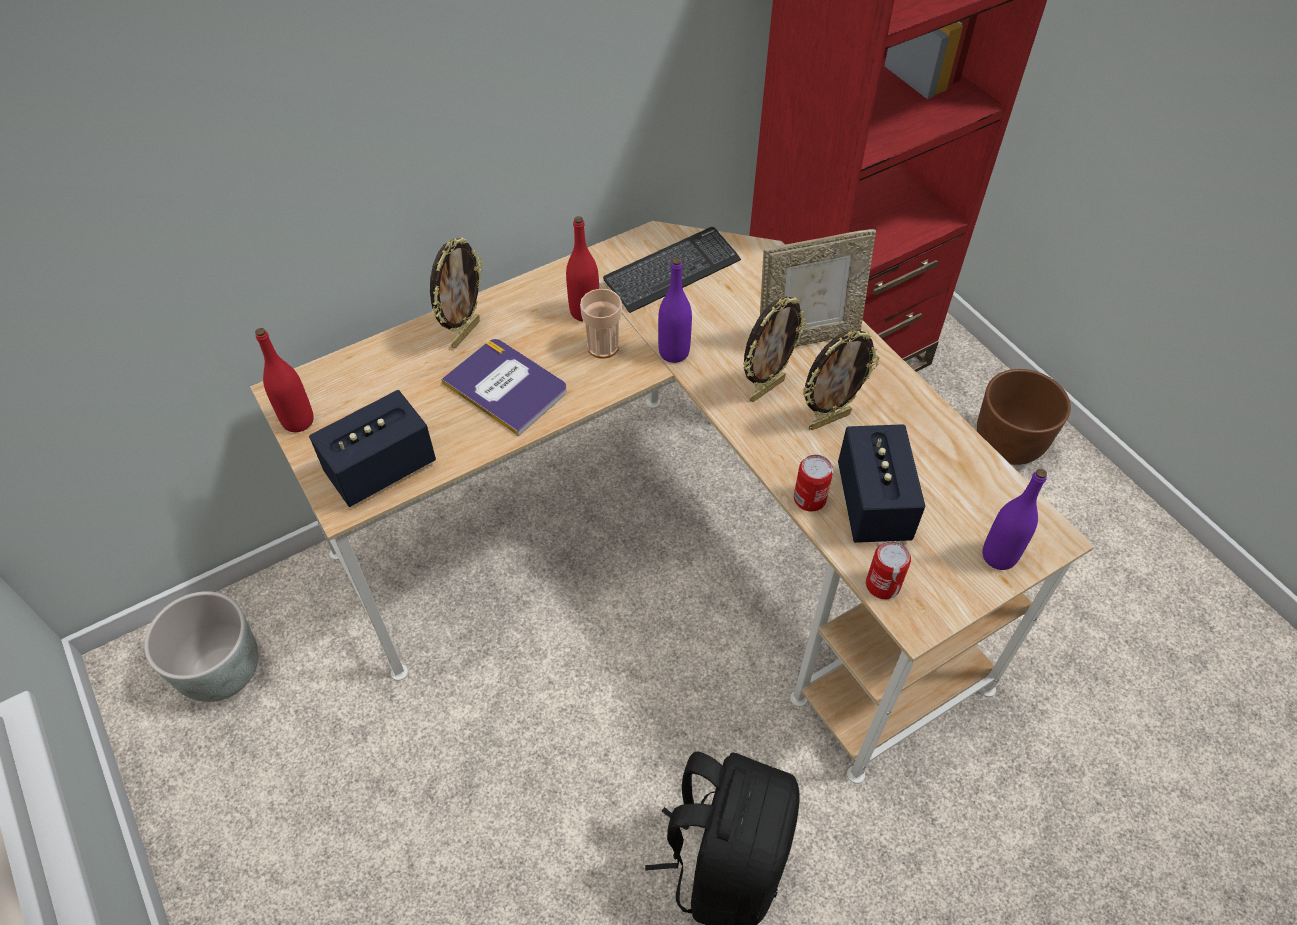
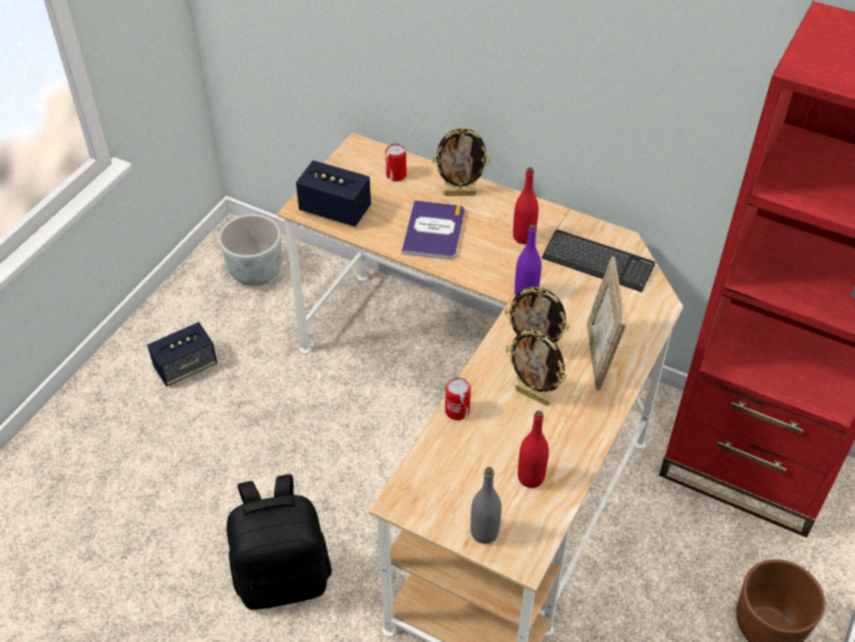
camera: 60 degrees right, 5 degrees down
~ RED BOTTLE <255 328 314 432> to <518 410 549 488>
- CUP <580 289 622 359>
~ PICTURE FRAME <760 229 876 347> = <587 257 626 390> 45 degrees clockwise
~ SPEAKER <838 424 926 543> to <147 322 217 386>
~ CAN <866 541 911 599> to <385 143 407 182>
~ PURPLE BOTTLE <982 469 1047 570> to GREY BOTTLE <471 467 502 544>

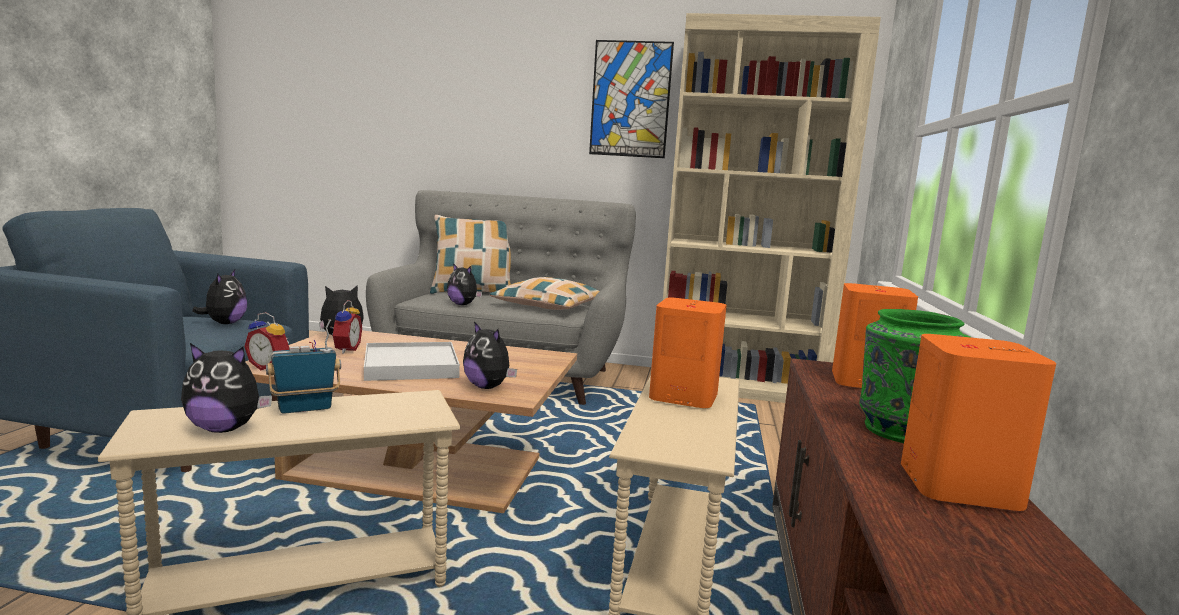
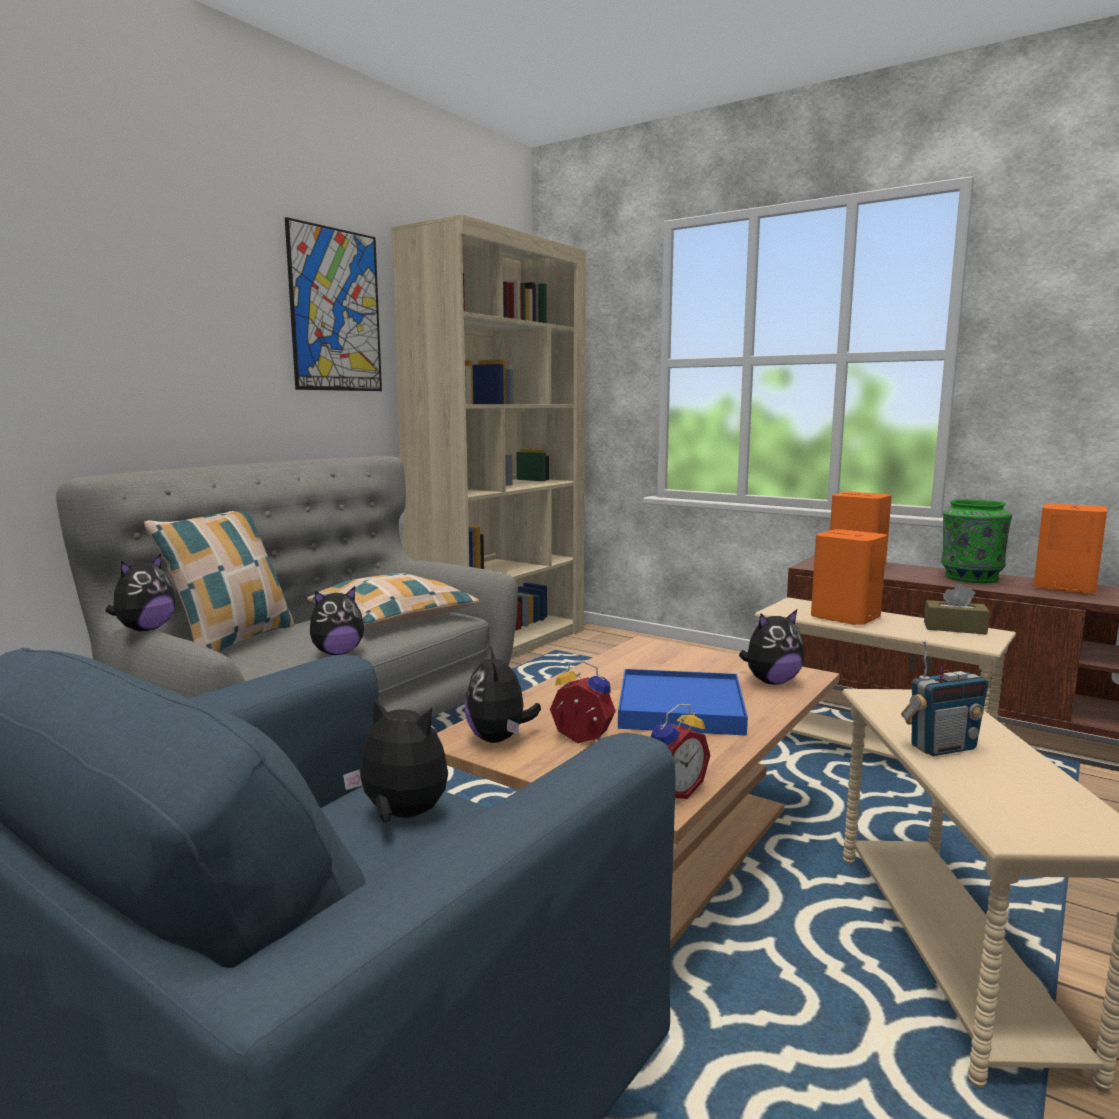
camera: 65 degrees left, 0 degrees up
~ PLUSH TOY <181 343 272 433> to <105 554 175 631>
~ RADIO <266 319 341 414> = <901 640 989 756> 105 degrees counterclockwise
~ WHITE TRAY <364 342 460 381> to BLUE TRAY <618 669 748 736>
+ BROWN TISSUE BOX <924 583 990 635>

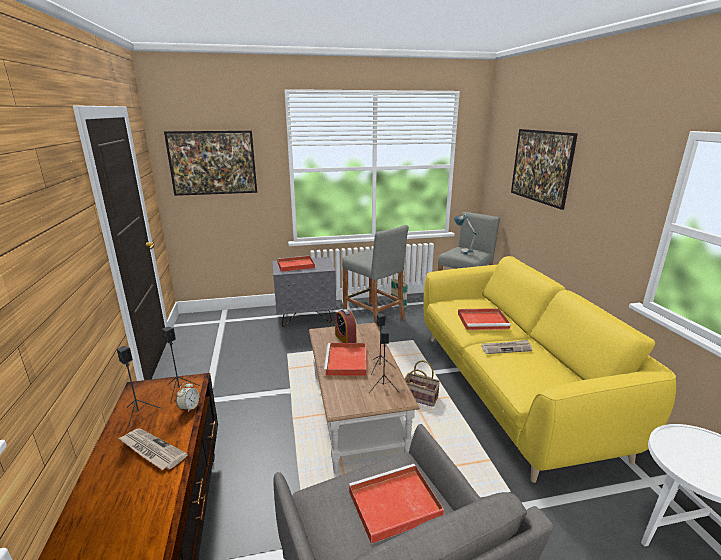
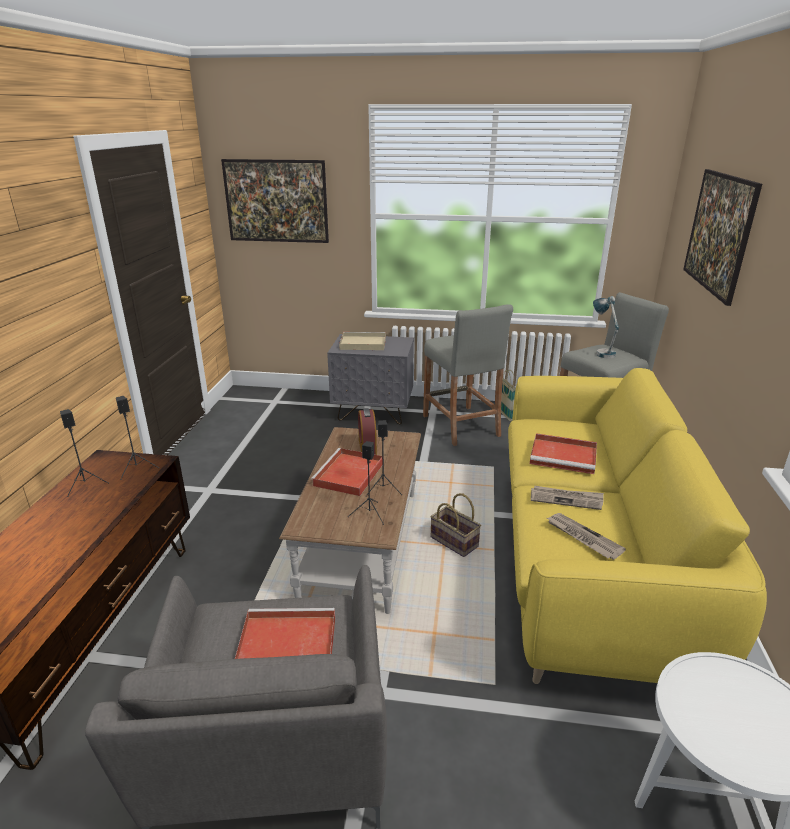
camera: 20 degrees right, 5 degrees up
~ NEWSPAPER <119 428 188 470> to <547 513 626 560>
- ALARM CLOCK <176 382 199 413>
~ RED TRAY <277 256 315 272> to BEIGE TRAY <339 332 386 350>

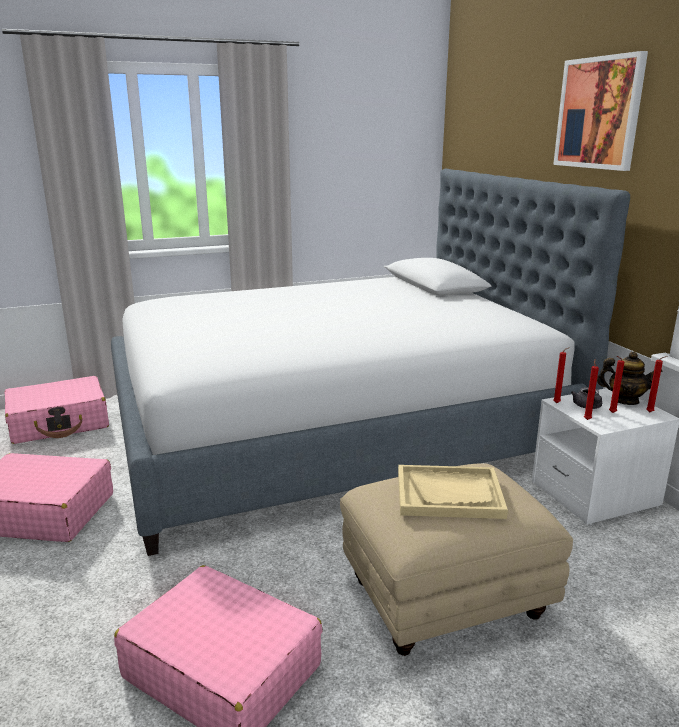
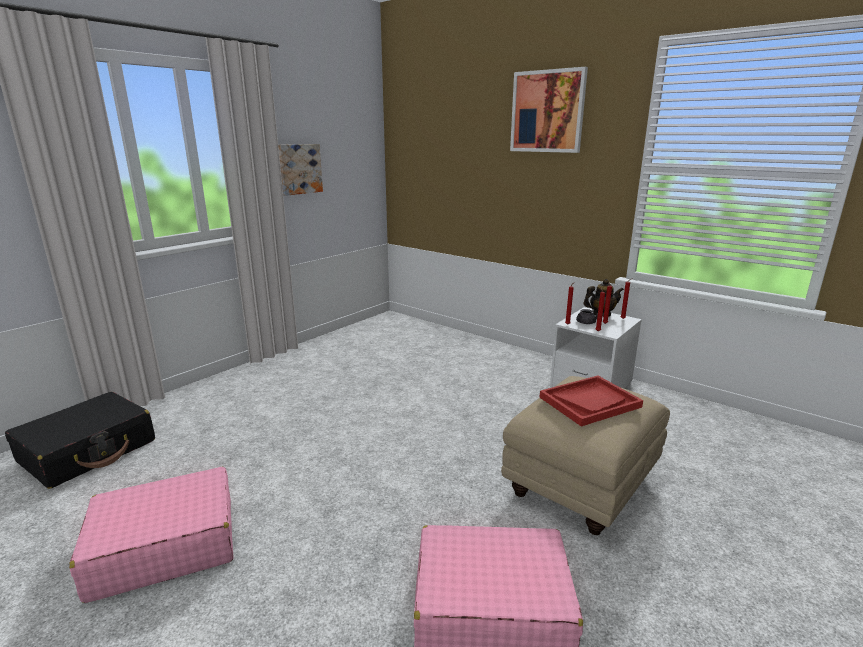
camera: 30 degrees left, 0 degrees up
~ PINK SUITCASE <4 376 109 444> to BLACK SUITCASE <5 392 155 489>
- BED <111 169 630 556>
~ BEIGE TRAY <398 465 508 519> to RED TRAY <539 376 643 426>
+ PICTURE <278 144 323 196>

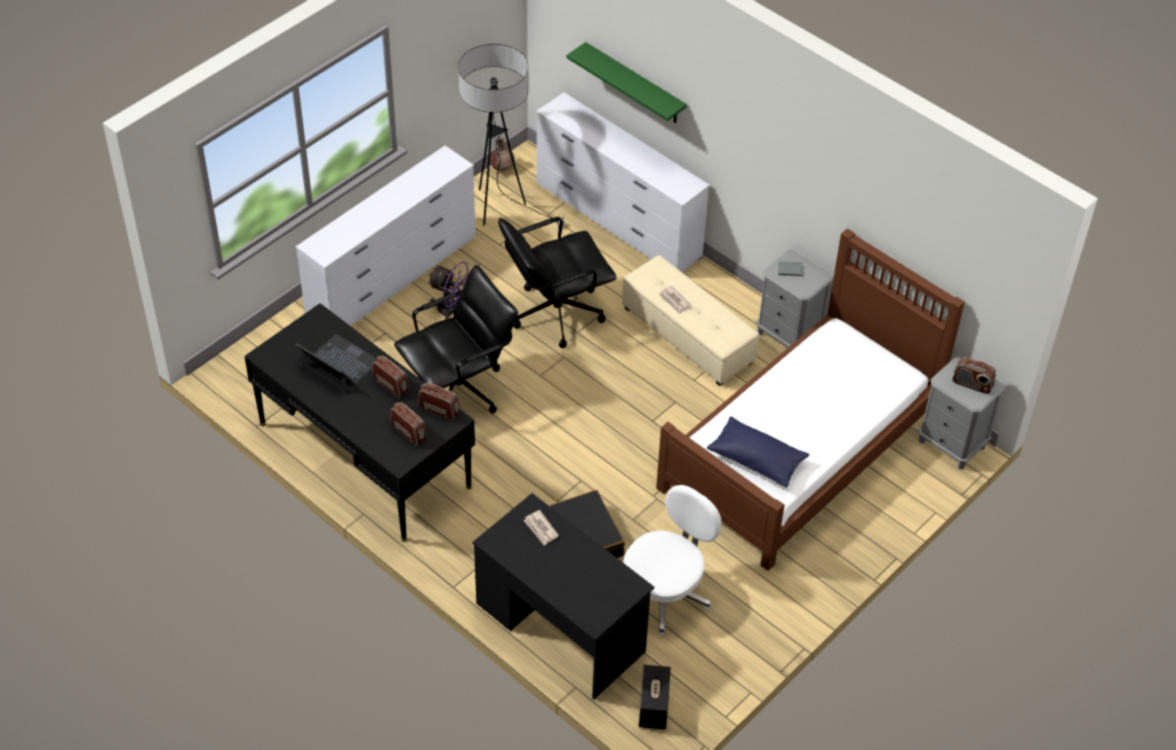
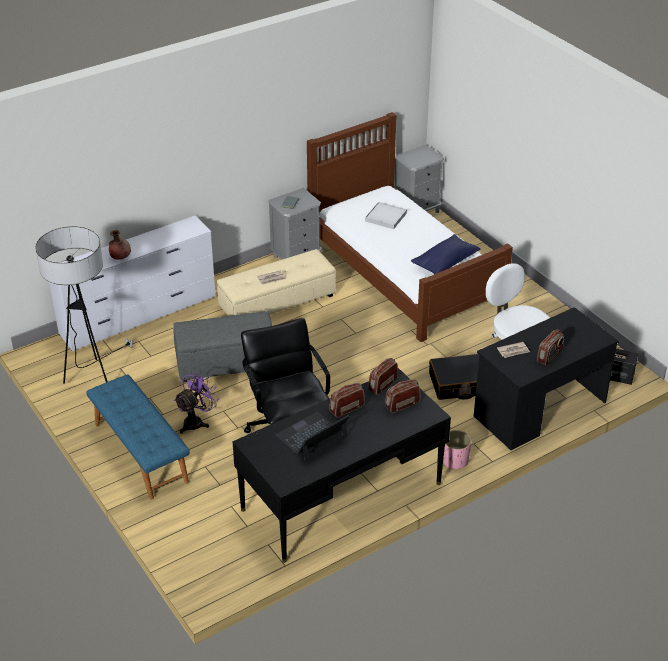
camera: 75 degrees left, 10 degrees down
~ WHITE DRESSER <296 146 476 326> to BLUE BENCH <86 374 190 500>
~ BROWN VASE <491 138 515 171> to <109 230 131 260>
~ BLACK OFFICE CHAIR <498 217 617 348> to GREY OTTOMAN <173 311 272 382>
- GREEN SHELF <567 42 687 123>
~ RADIO <952 357 996 394> to <537 330 564 366>
+ WHITE TRAY <365 202 407 229>
+ PINK PLANTER <443 430 471 469>

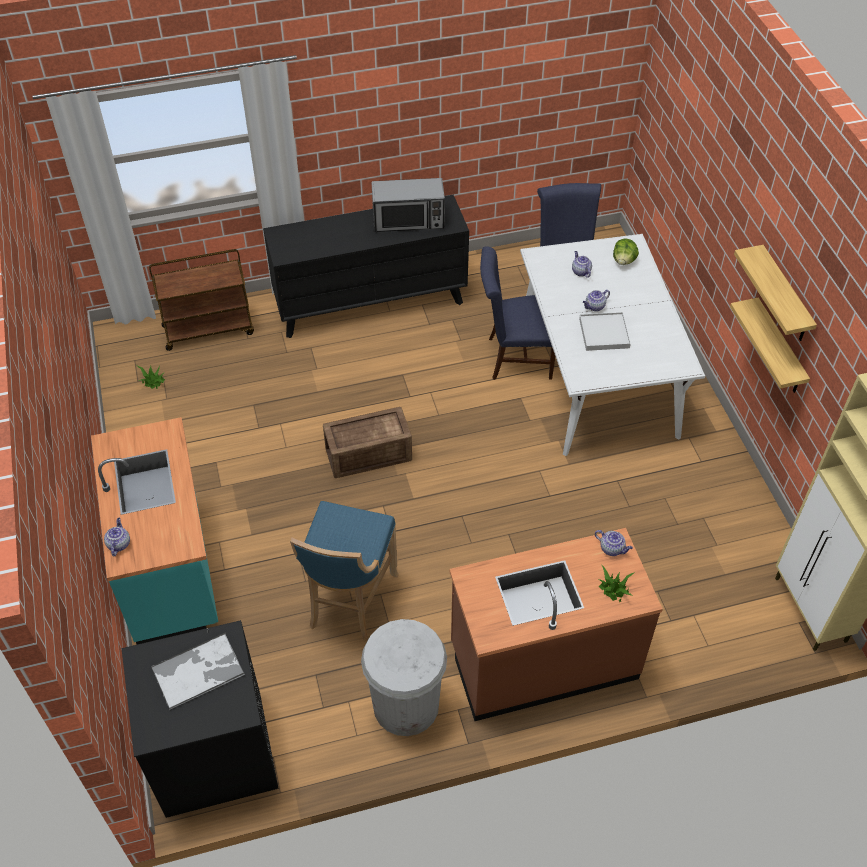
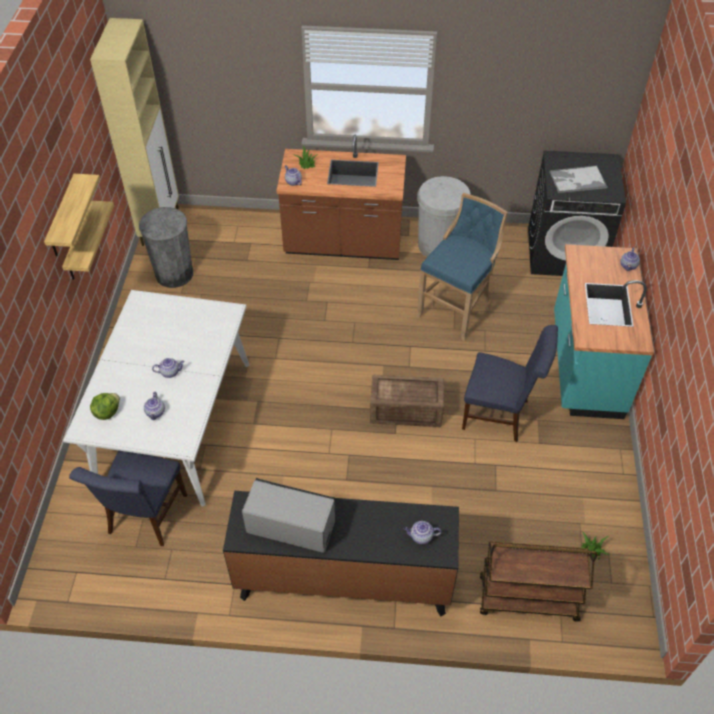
camera: 160 degrees left, 0 degrees up
~ BLUE CHAIR <480 246 555 380> to <462 325 558 442>
- WHITE TRAY <579 312 631 351>
+ GREY TRASH CAN <139 207 193 288>
+ TEAPOT <404 521 441 544>

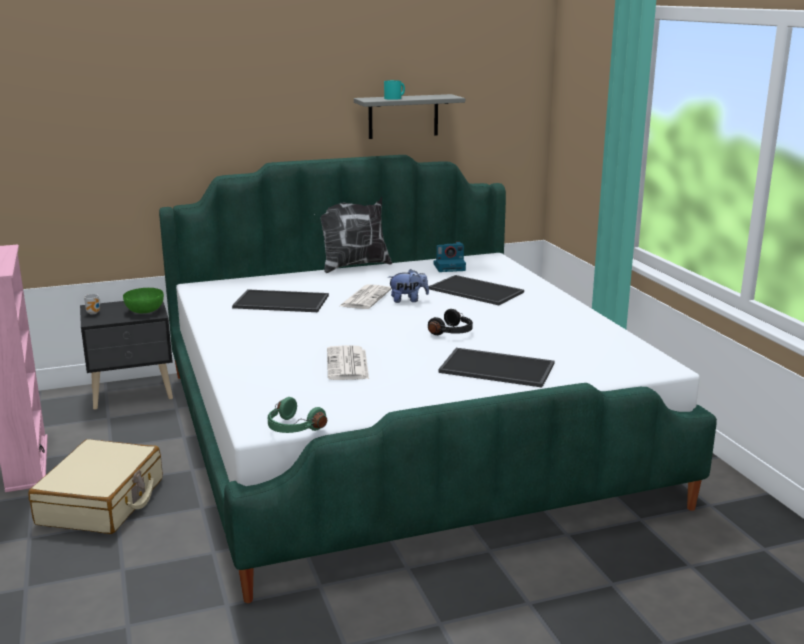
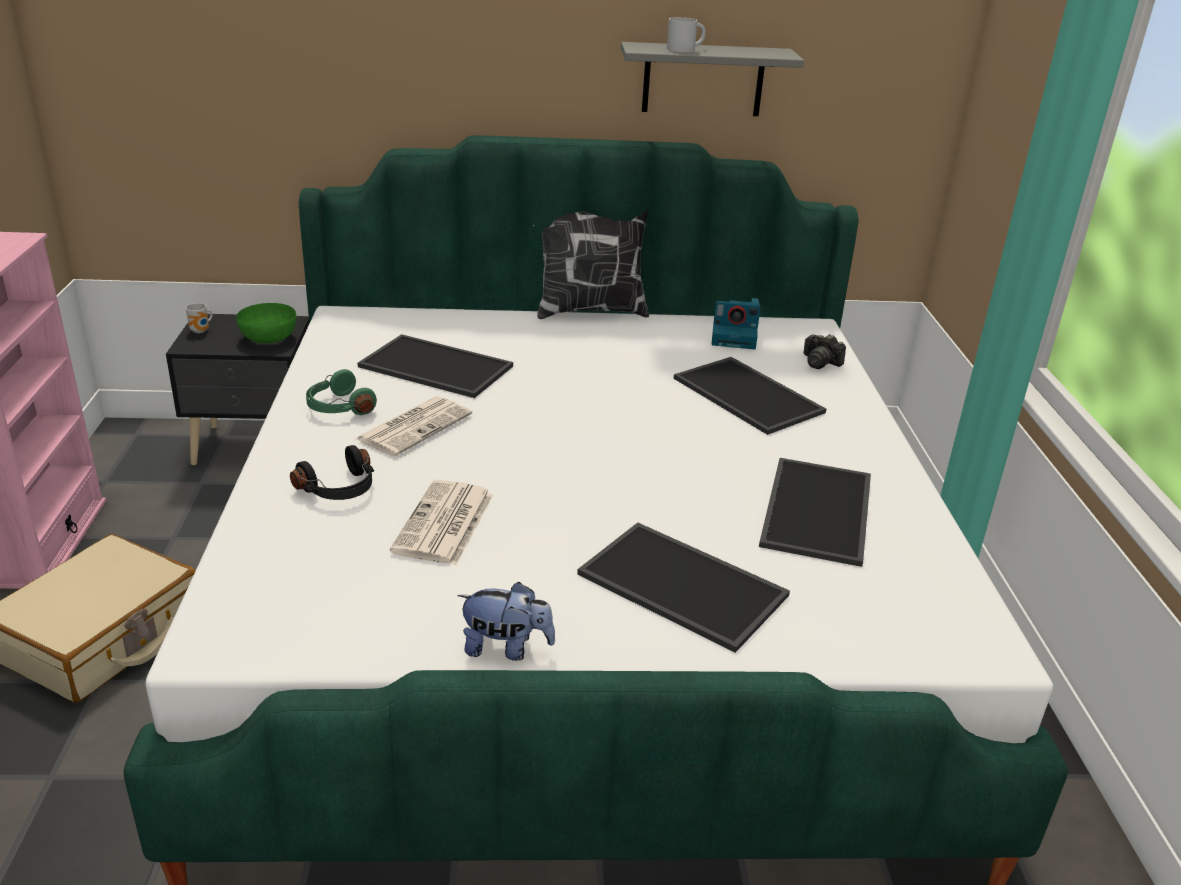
camera: 15 degrees right, 10 degrees up
~ GREEN HEADPHONES <268 397 327 433> to <306 369 377 415>
~ NEWSPAPER <340 284 392 309> to <356 396 472 456>
~ TURQUOISE MUG <384 80 405 100> to WHITE MUG <667 17 706 52>
~ PLUSH TOY <388 269 429 303> to <457 582 555 661>
~ BLACK HEADPHONES <428 309 473 335> to <290 445 374 500>
+ TRAY <759 458 871 567>
+ PHOTO CAMERA <804 334 846 369>

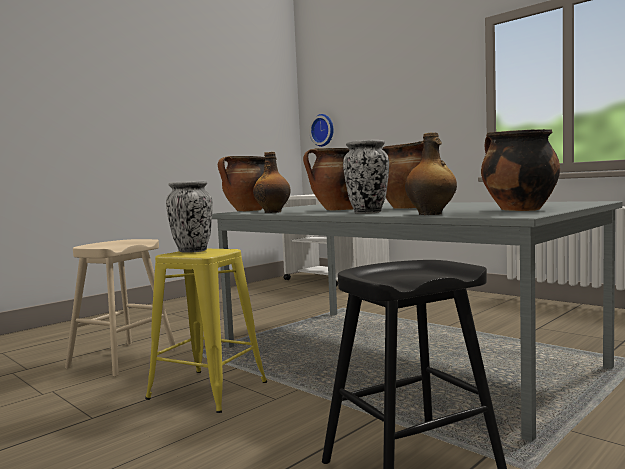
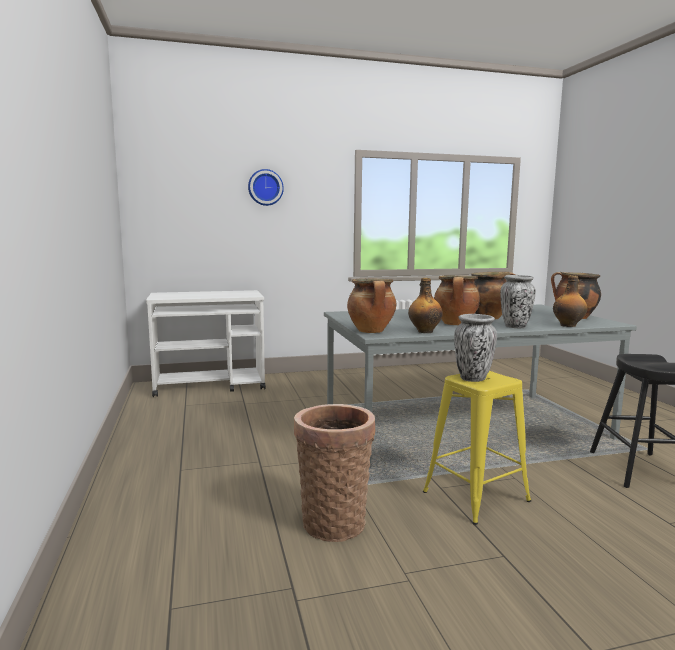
camera: 60 degrees left, 5 degrees up
~ BEIGE STOOL <65 239 176 377> to BASKET <294 404 375 542>
~ WALL CLOCK <309 114 334 147> to <248 169 284 206>

